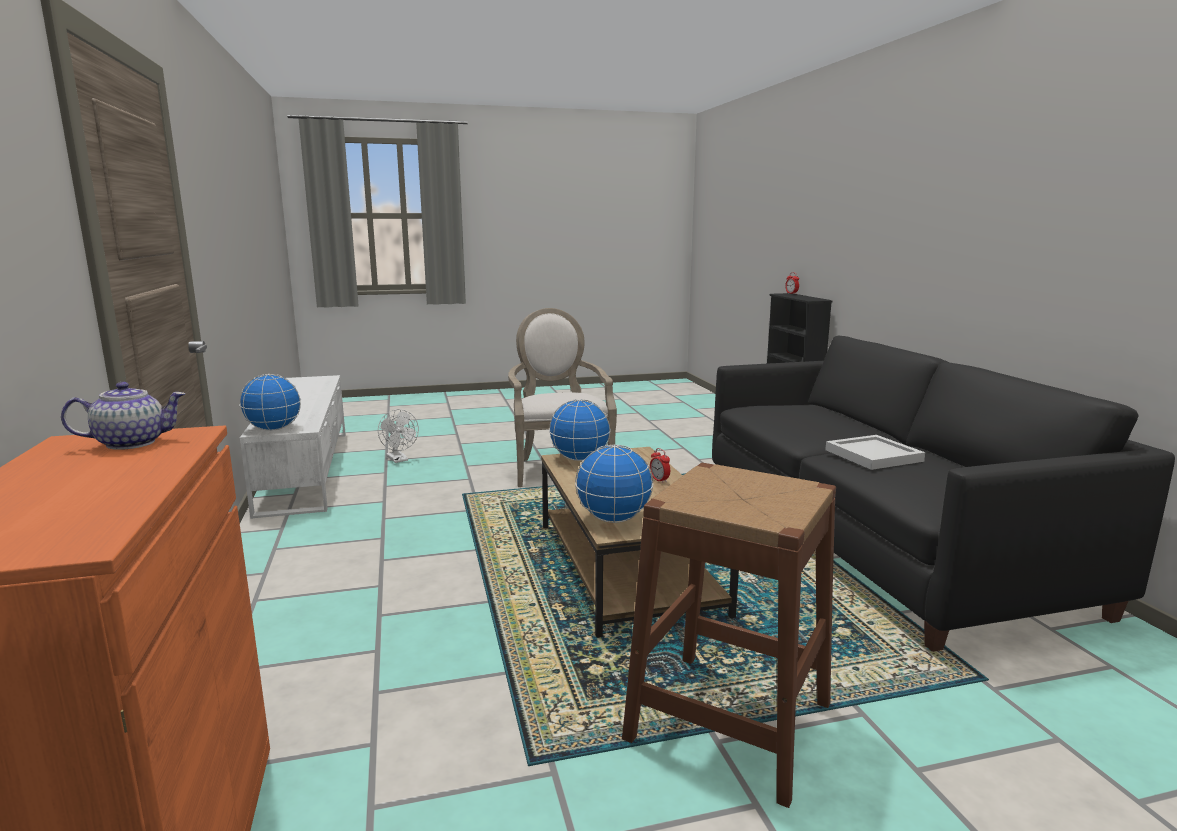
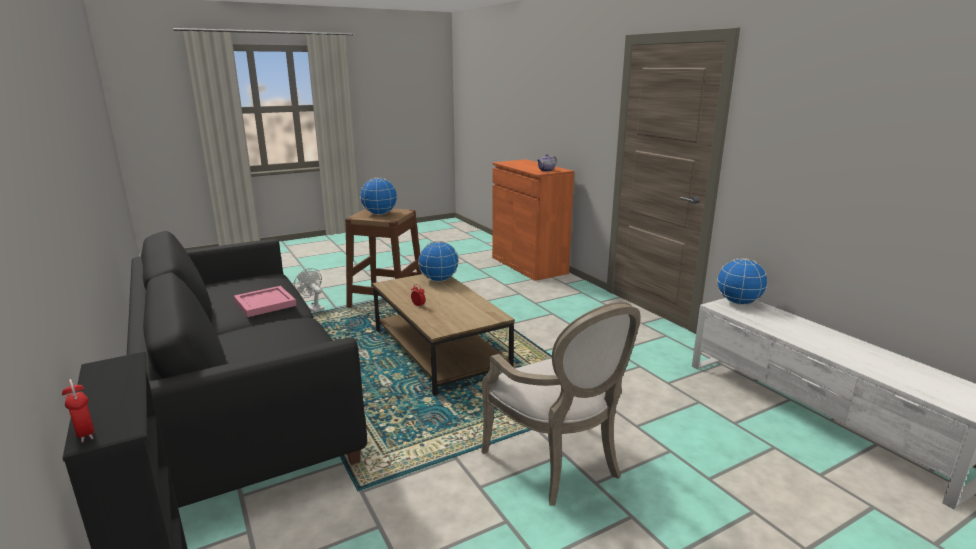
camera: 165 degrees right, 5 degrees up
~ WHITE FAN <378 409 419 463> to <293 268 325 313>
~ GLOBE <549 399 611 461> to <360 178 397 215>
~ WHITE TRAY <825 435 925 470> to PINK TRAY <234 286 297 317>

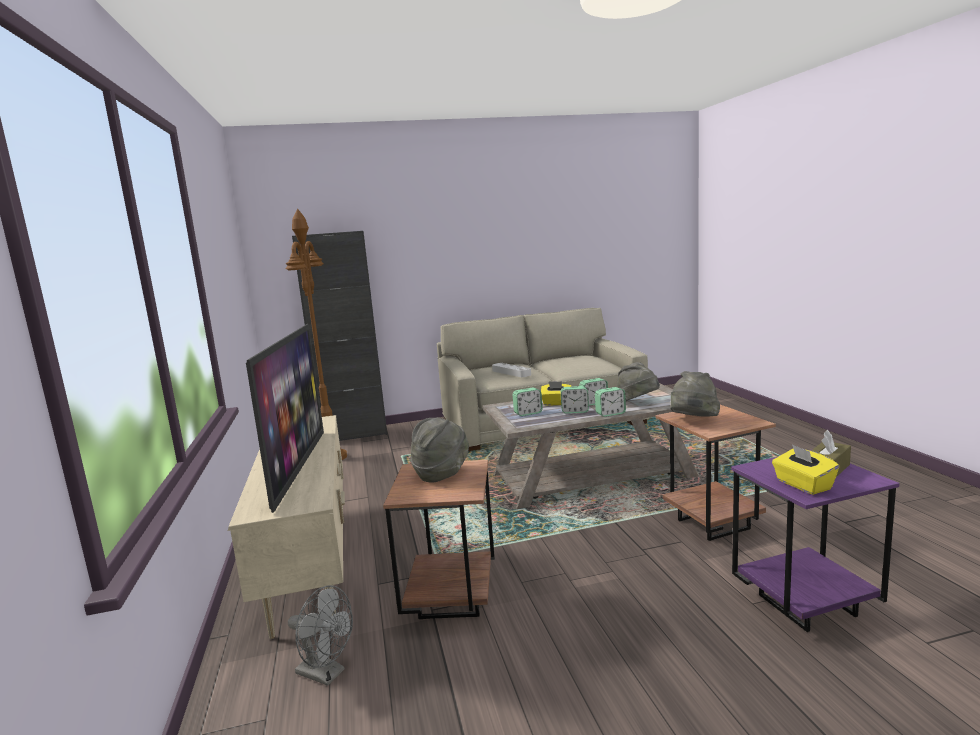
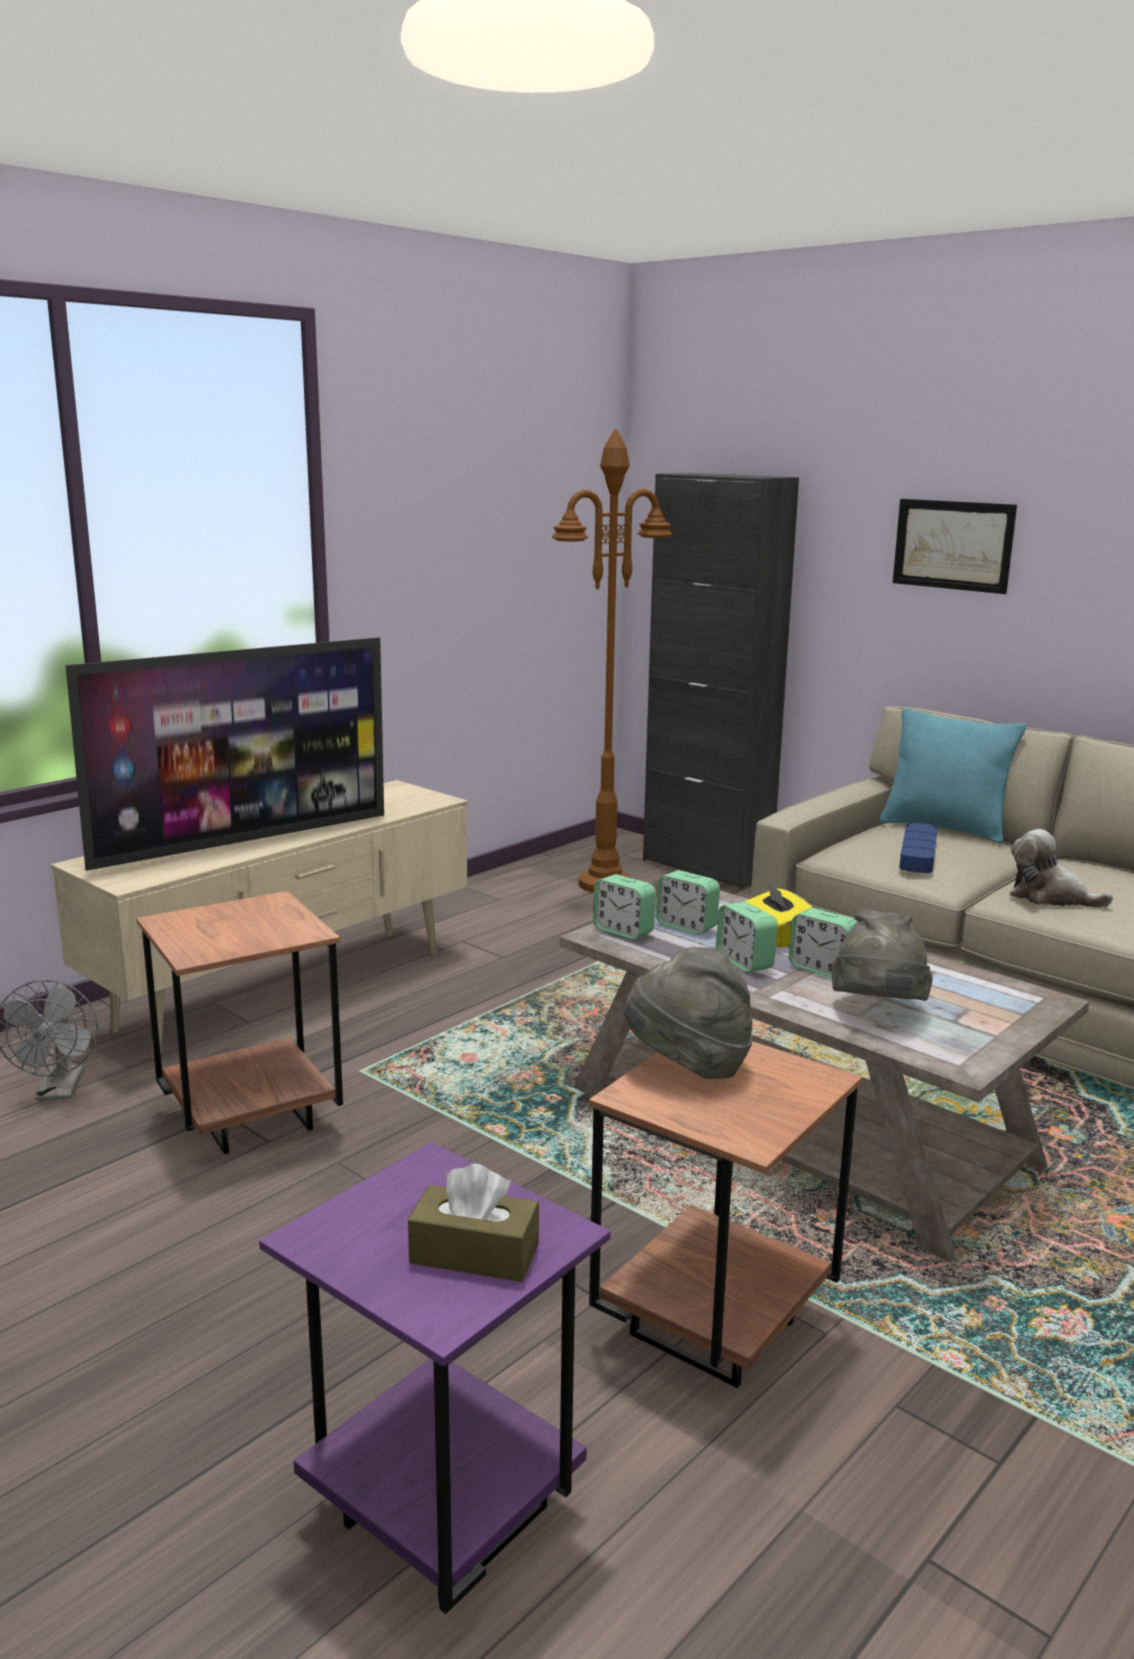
camera: 55 degrees right, 5 degrees up
- GREY HAT <410 417 469 483>
~ GREY TRAY <492 363 531 377> to BLUE TRAY <899 823 938 873>
~ ALARM CLOCK <595 387 626 417> to <593 874 656 939>
- YELLOW TISSUE BOX <772 444 839 495>
+ TURQUOISE PILLOW <880 708 1026 844>
+ PICTURE <893 499 1017 594>
+ PLUSH TOY <1010 829 1113 908>

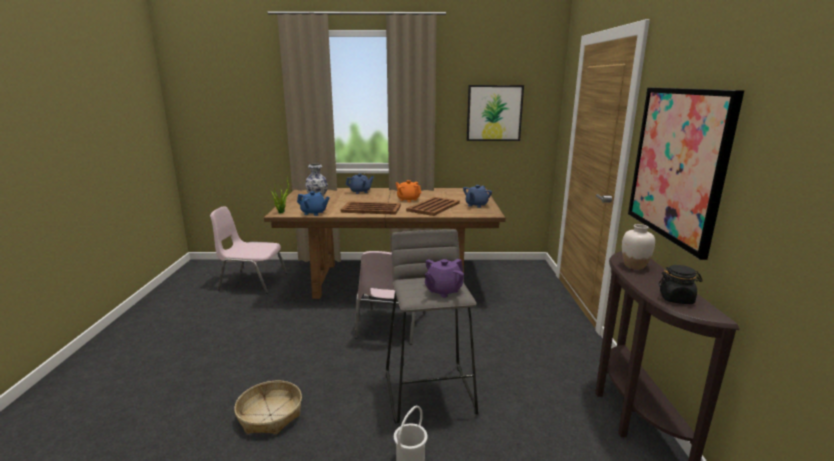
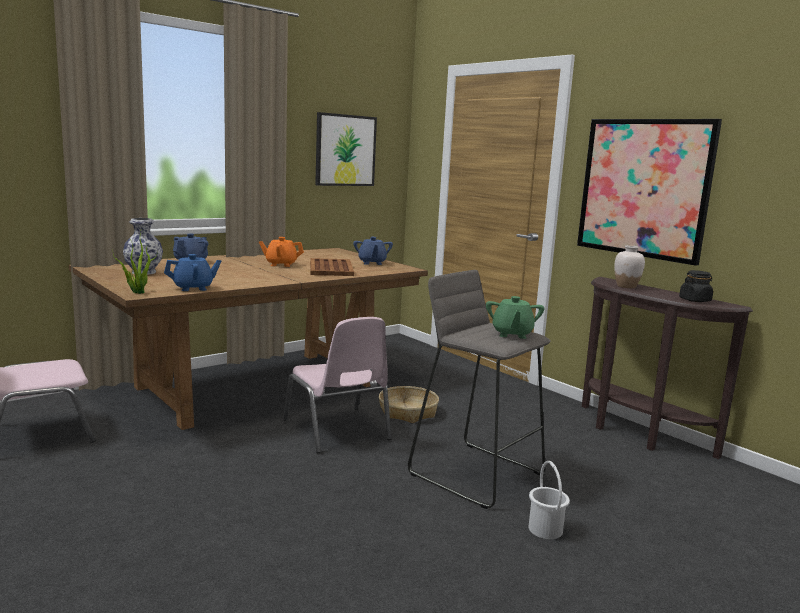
camera: 40 degrees left, 5 degrees down
~ BASKET <234 380 302 434> to <379 386 439 423>
- BROWN TRAY <341 201 401 215>
~ PURPLE TEAPOT <425 259 464 298> to GREEN TEAPOT <486 296 545 339>

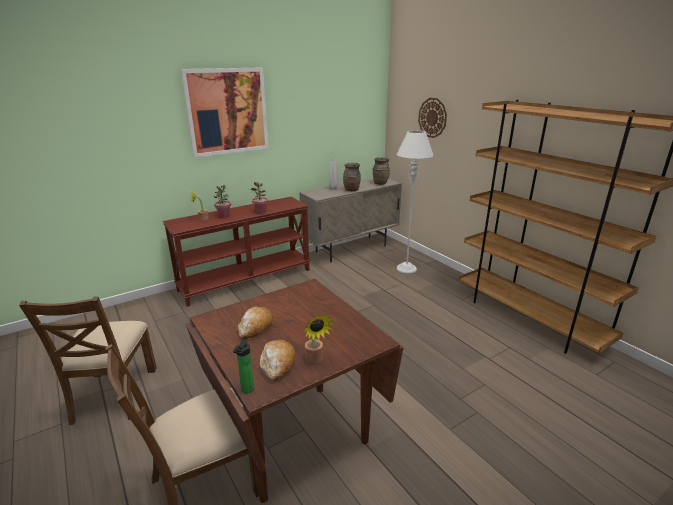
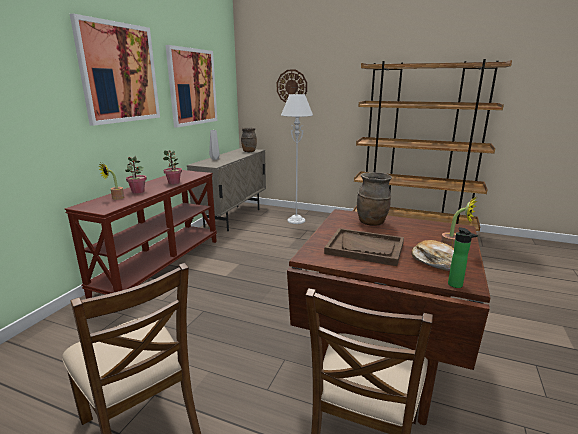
camera: 35 degrees left, 5 degrees down
~ BREAD <238 307 273 340> to BROWN TRAY <324 228 404 266>
~ BROWN VASE <343 163 361 191> to <357 172 392 226>
+ PICTURE <166 45 217 128>

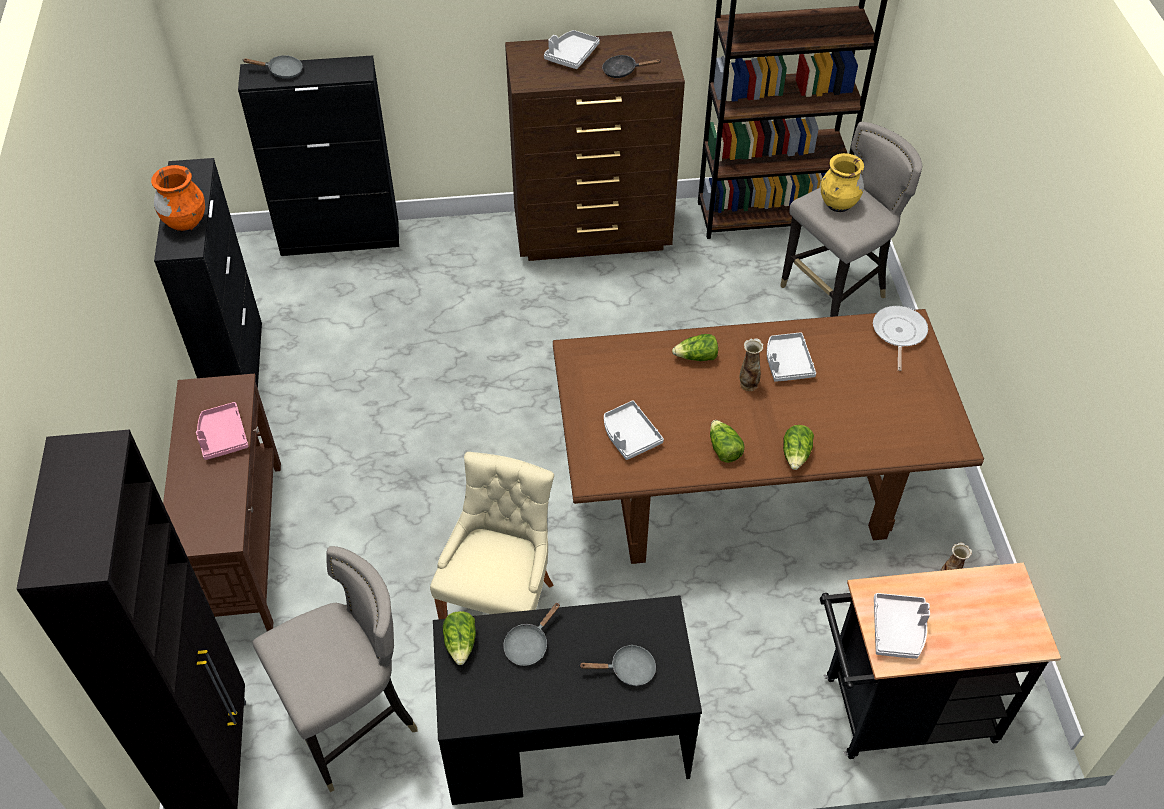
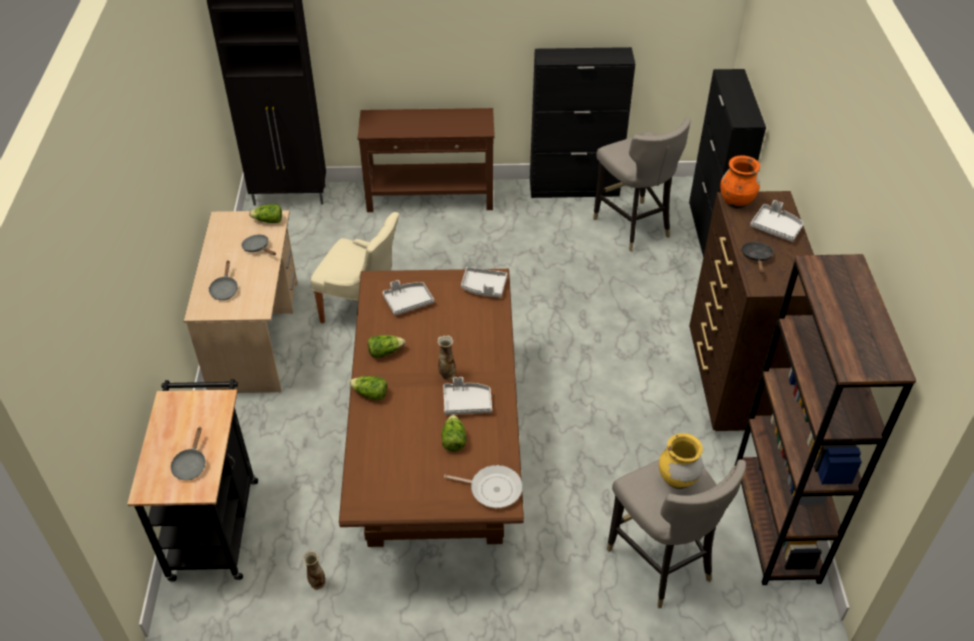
camera: 95 degrees right, 5 degrees down
~ ORANGE VASE <151 165 205 232> to <720 155 760 208>
- PINK TRAY <196 402 249 460>
~ GREY FRYING PAN <243 55 303 78> to <171 428 205 480>
~ GREY STOOL <252 546 418 792> to <593 118 691 251>
~ BLACK DESK <433 595 702 805> to BEIGE DESK <184 210 298 393>
~ LETTUCE <672 334 718 361> to <441 415 467 452>
~ GREY TRAY <874 593 930 659> to <461 267 507 298>

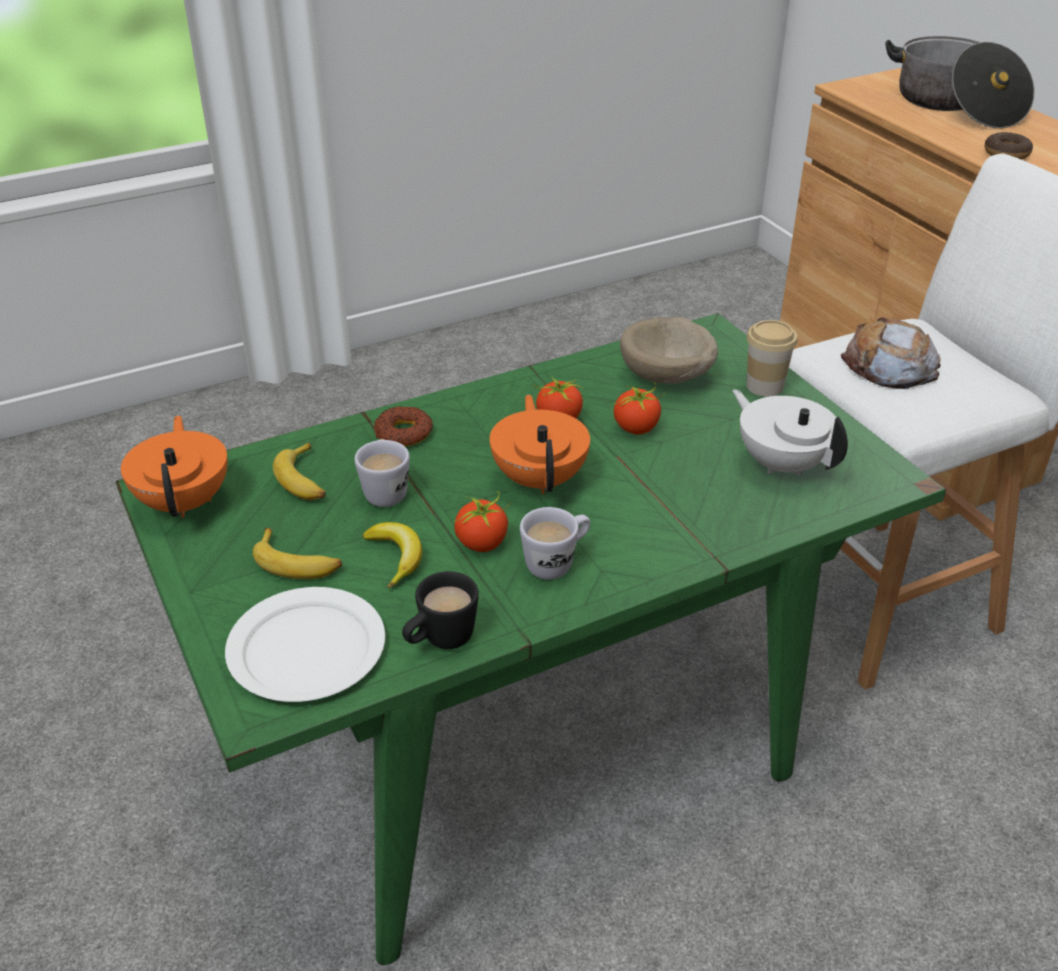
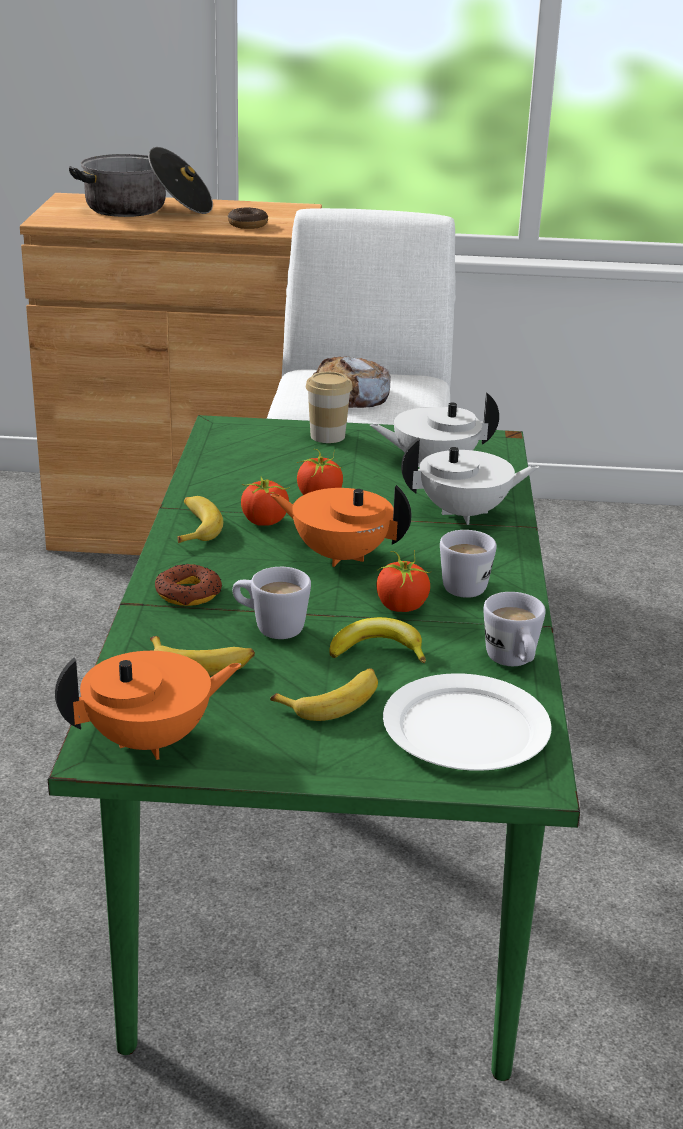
camera: 60 degrees left, 10 degrees down
~ ORANGE TEAPOT <121 415 228 518> = <55 651 241 760> 135 degrees clockwise
~ BLACK MUG <402 571 479 649> to WHITE MUG <484 592 546 666>
- BEIGE BOWL <620 317 718 384>
+ BANANA <178 496 223 543>
+ WHITE TEAPOT <401 438 540 525>

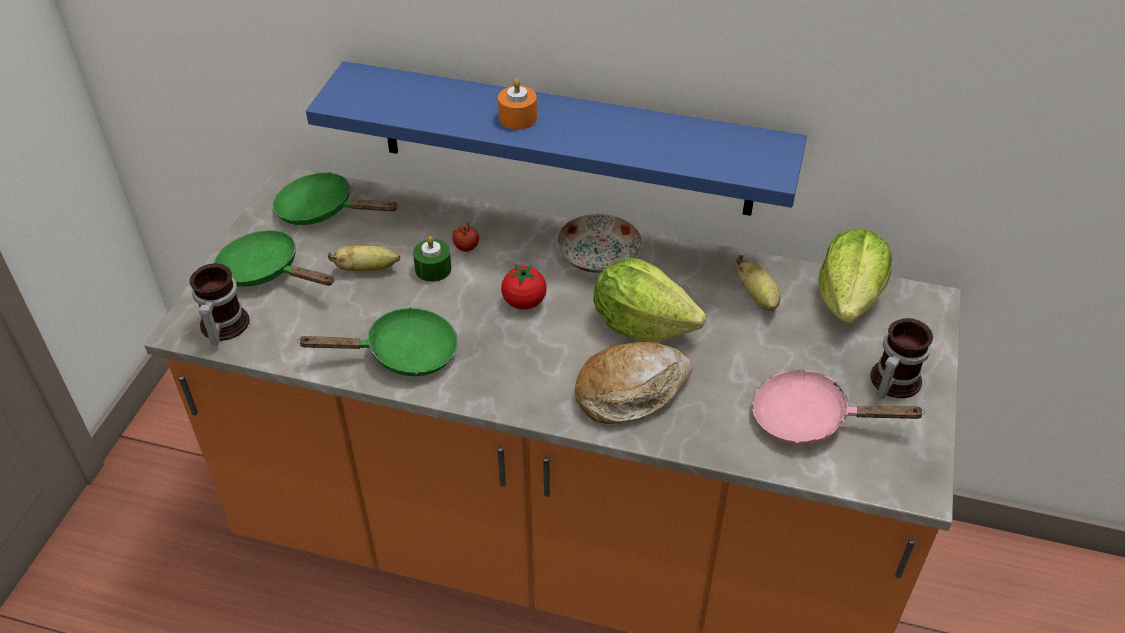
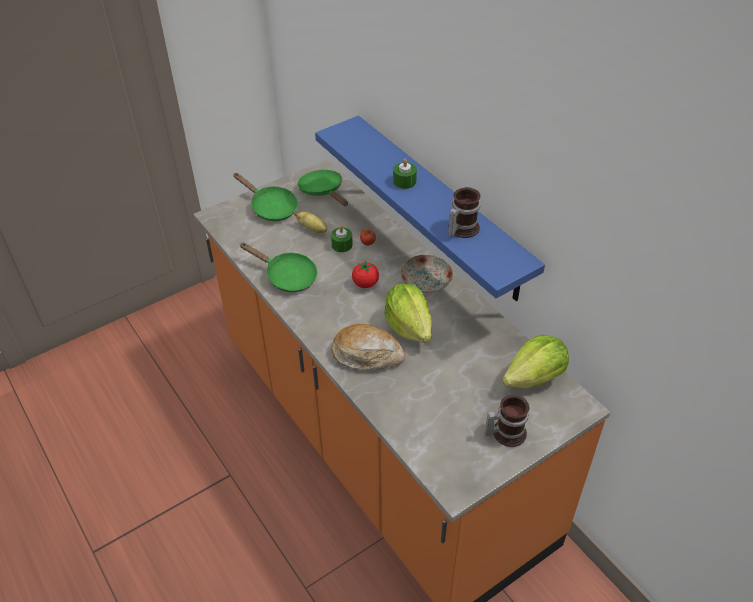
camera: 40 degrees right, 0 degrees up
~ MUG <189 263 250 345> to <448 187 481 238>
~ GREEN FRYING PAN <214 230 334 287> = <233 173 298 221> 150 degrees clockwise
~ ORANGE CANDLE <498 79 537 130> to GREEN CANDLE <393 159 417 189>
- BANANA <736 255 781 311>
- PINK FRYING PAN <752 369 925 445>

